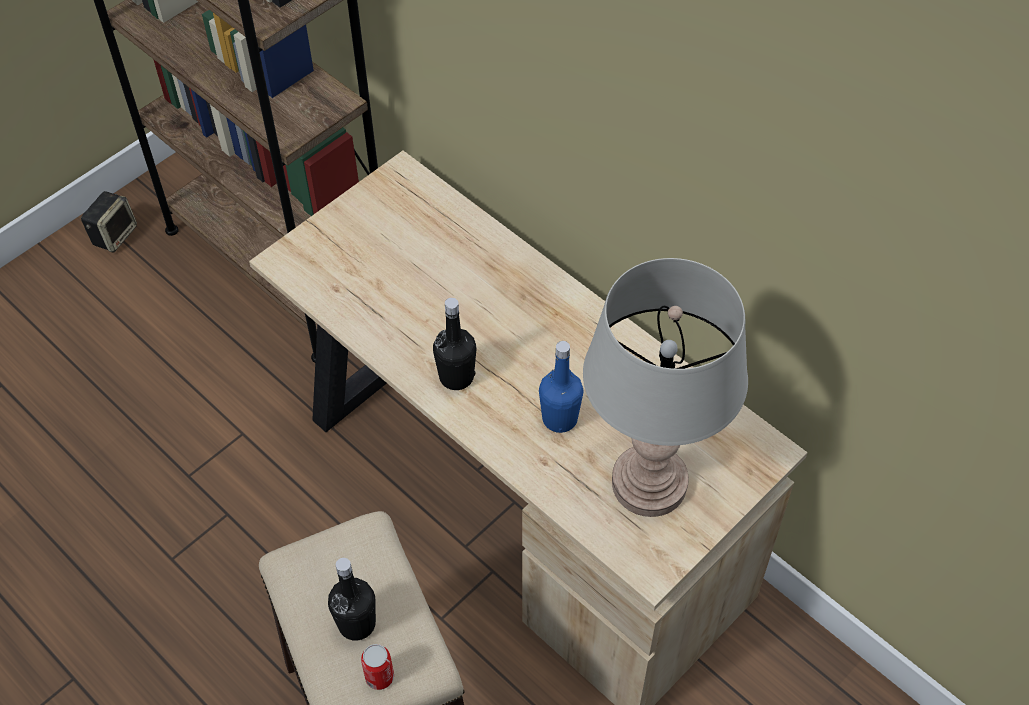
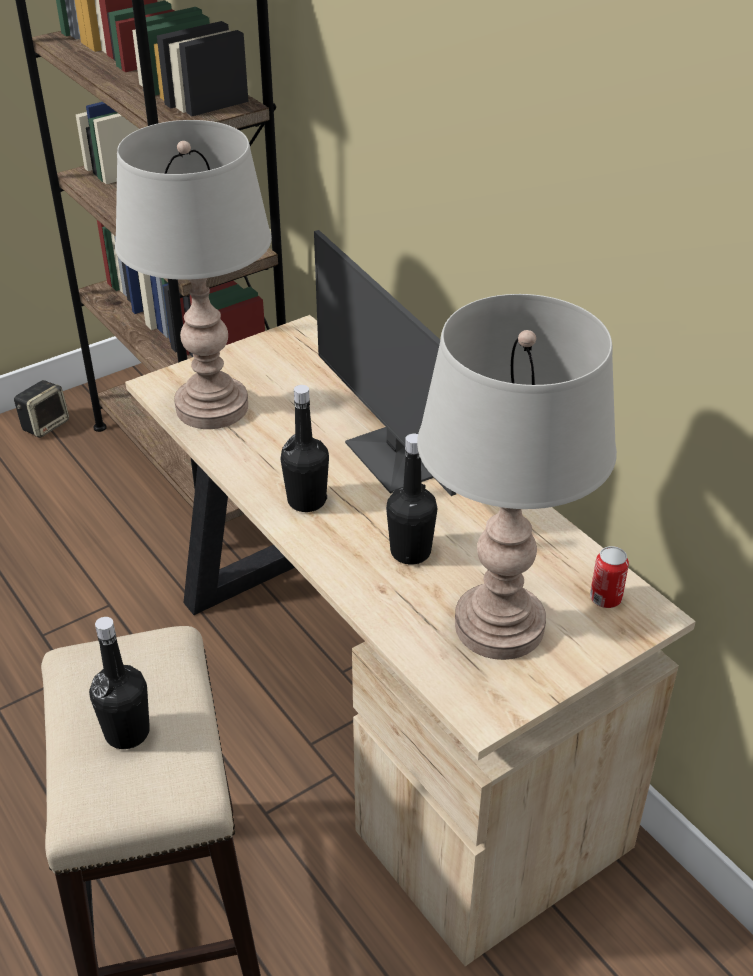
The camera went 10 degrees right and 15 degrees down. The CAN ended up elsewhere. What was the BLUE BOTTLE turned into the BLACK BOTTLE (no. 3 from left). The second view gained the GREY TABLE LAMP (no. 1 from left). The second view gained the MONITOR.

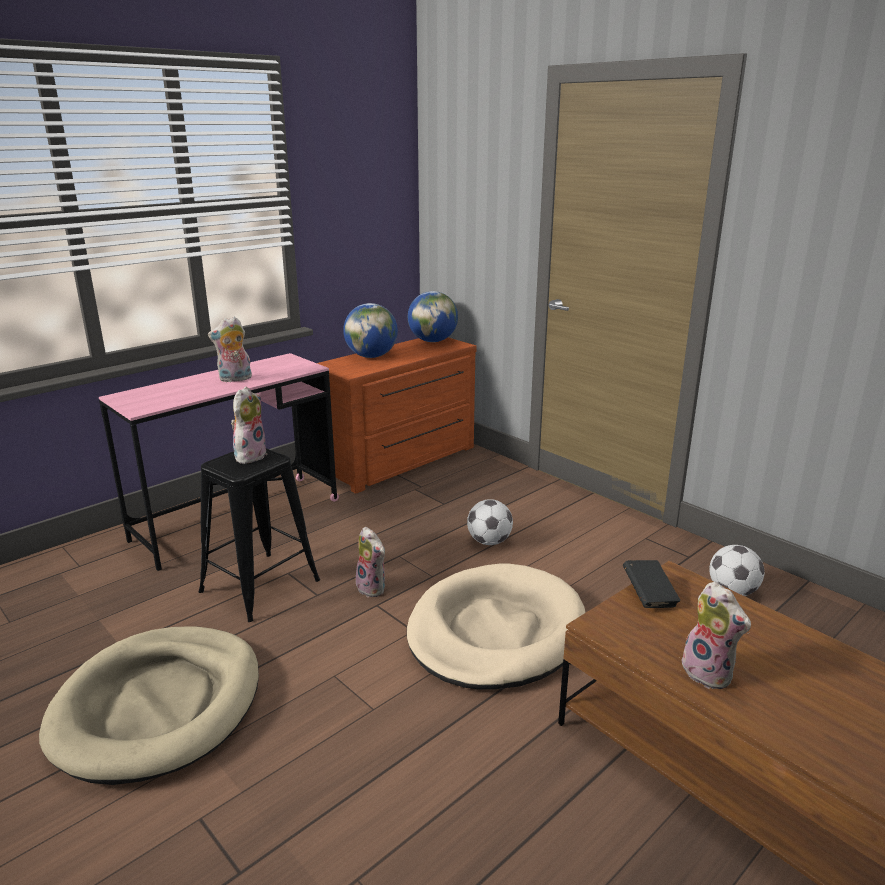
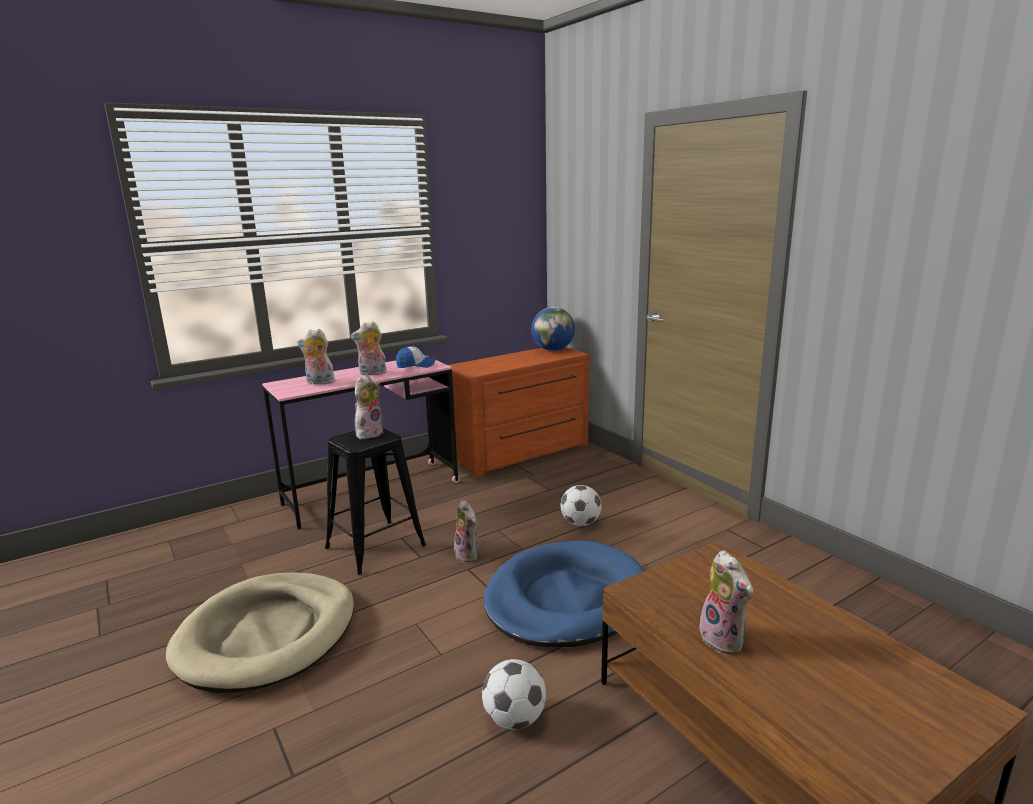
The camera went 10 degrees right and 5 degrees down. The second view lost the GLOBE (no. 1 from left). What was the BEIGE DOG BED (no. 2 from left) turned into the BLUE DOG BED. The second view lost the BLACK BOOK. The FOOTBALL (no. 2 from left in the first image) ended up elsewhere. The second view gained the PLUSH TOY (no. 1 from left). The second view gained the CAP.

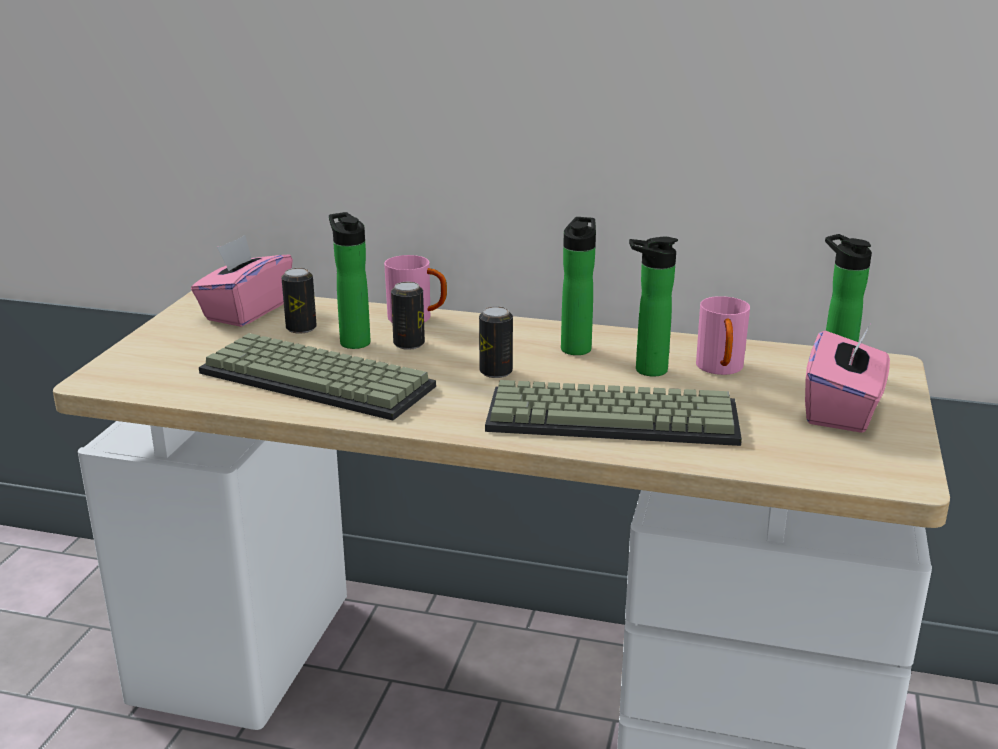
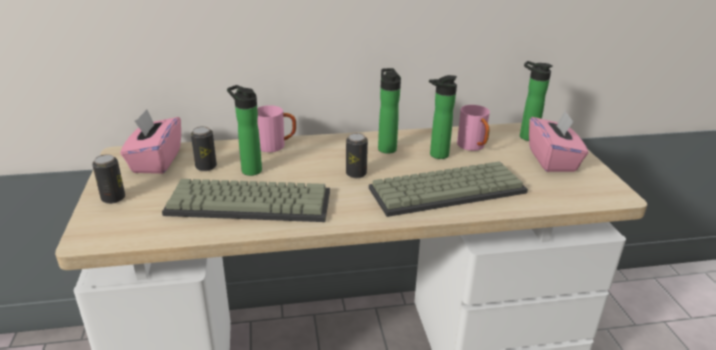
The camera went 25 degrees left and 5 degrees up. The CAN (no. 2 from left in the first image) ended up elsewhere.

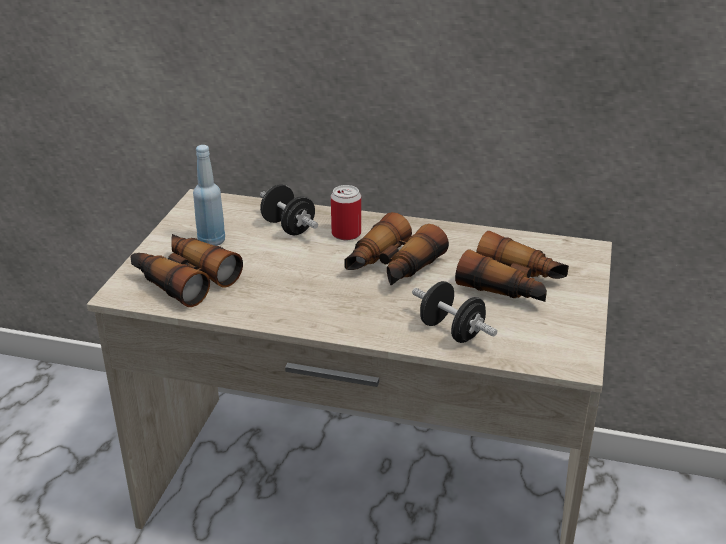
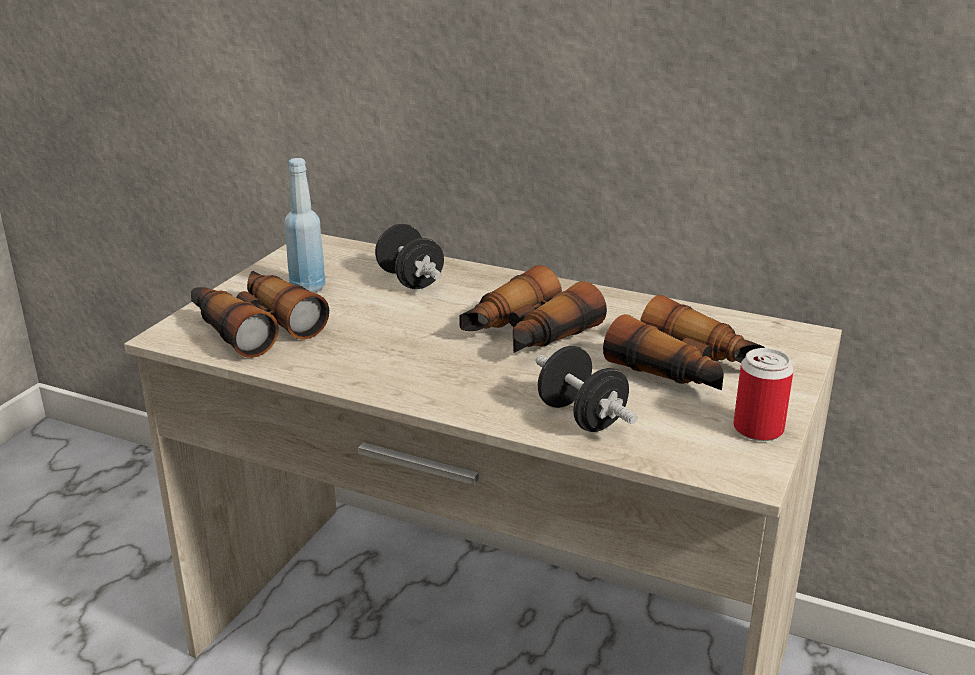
The camera went 10 degrees right and 5 degrees down. The CAN ended up elsewhere.

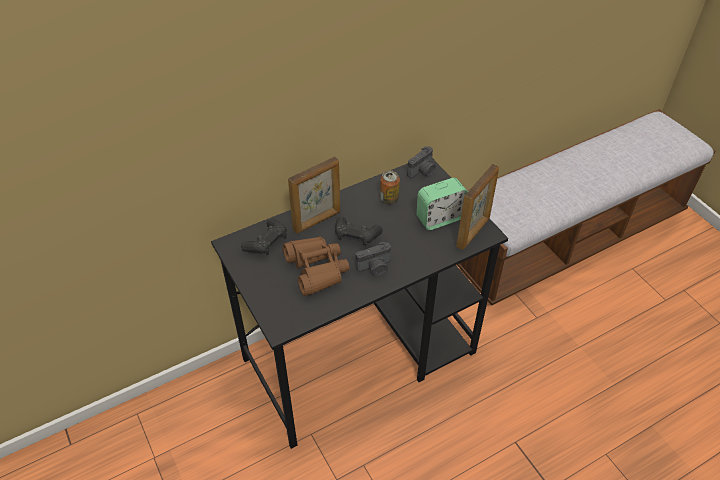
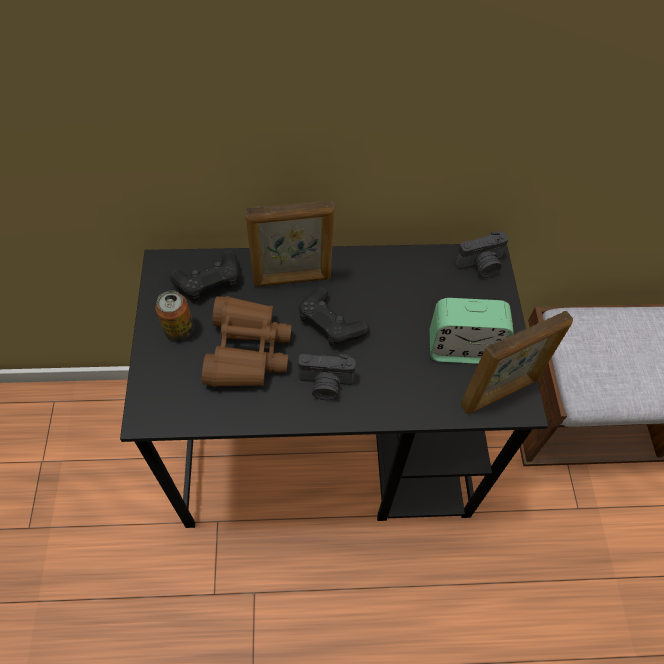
The camera went 25 degrees right and 10 degrees up. The CAN ended up elsewhere.

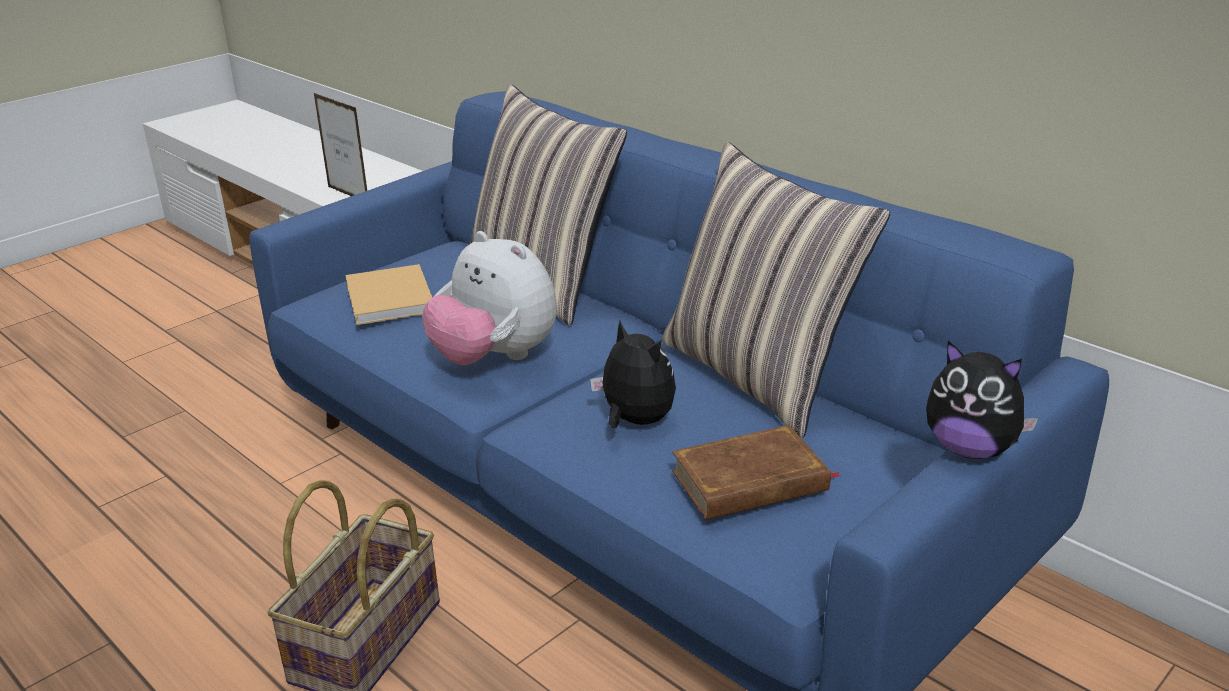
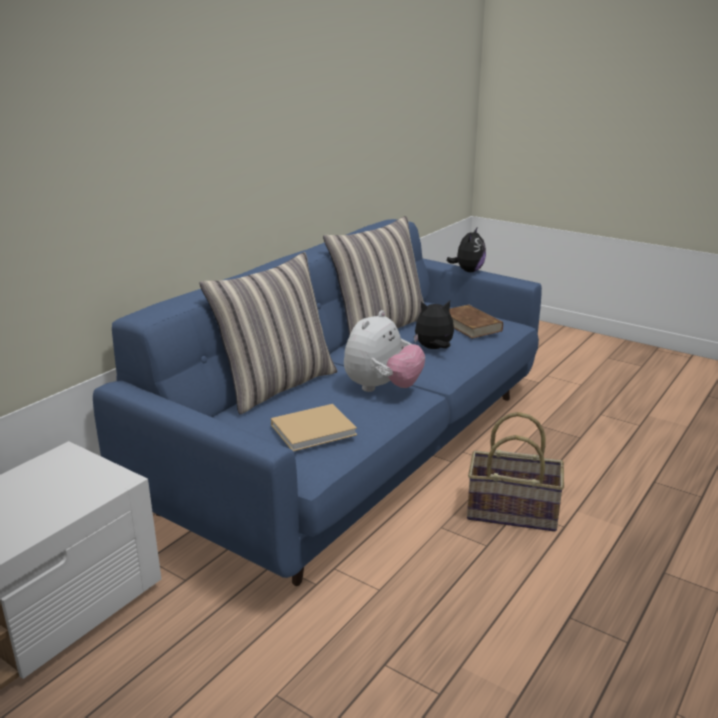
The camera went 100 degrees left and 5 degrees down. The second view lost the PICTURE FRAME. The PLUSH TOY (no. 2 from left) ended up facing another way, 45 degrees clockwise from before.

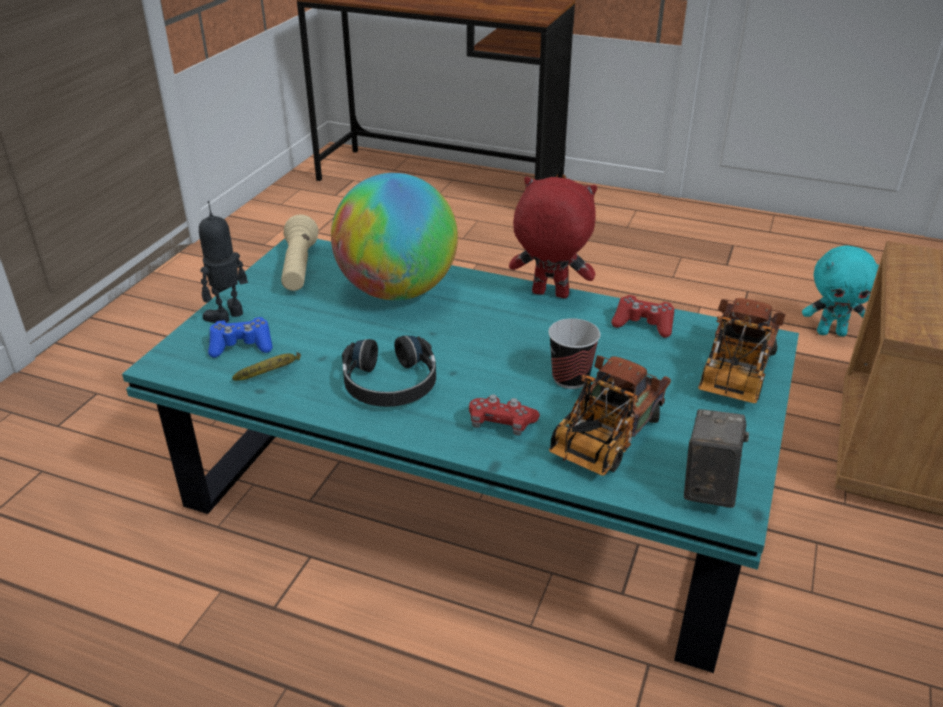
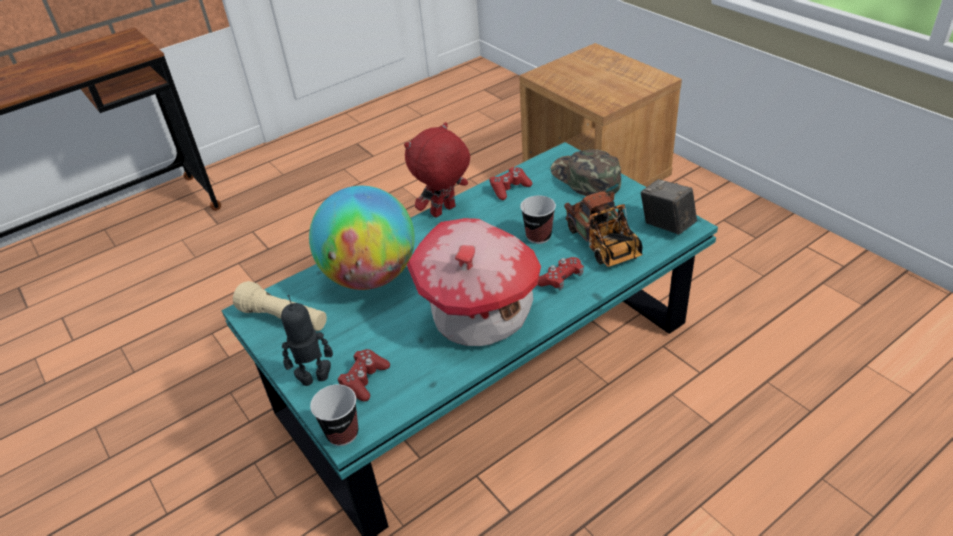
The camera went 55 degrees left and 5 degrees up. The TOY ROBOT ended up facing another way, 90 degrees clockwise from before. What was the BLUE GAME CONTROLLER turned into the RED GAME CONTROLLER (no. 1 from left). The second view lost the BANANA. Where the BLACK HEADPHONES stood, the TOY HOUSE came to stand. Where the TOY TRUCK (no. 2 from left) stood, the GREEN CAP came to stand. The second view lost the TURQUOISE PLUSH TOY. The second view gained the CUP (no. 1 from left).

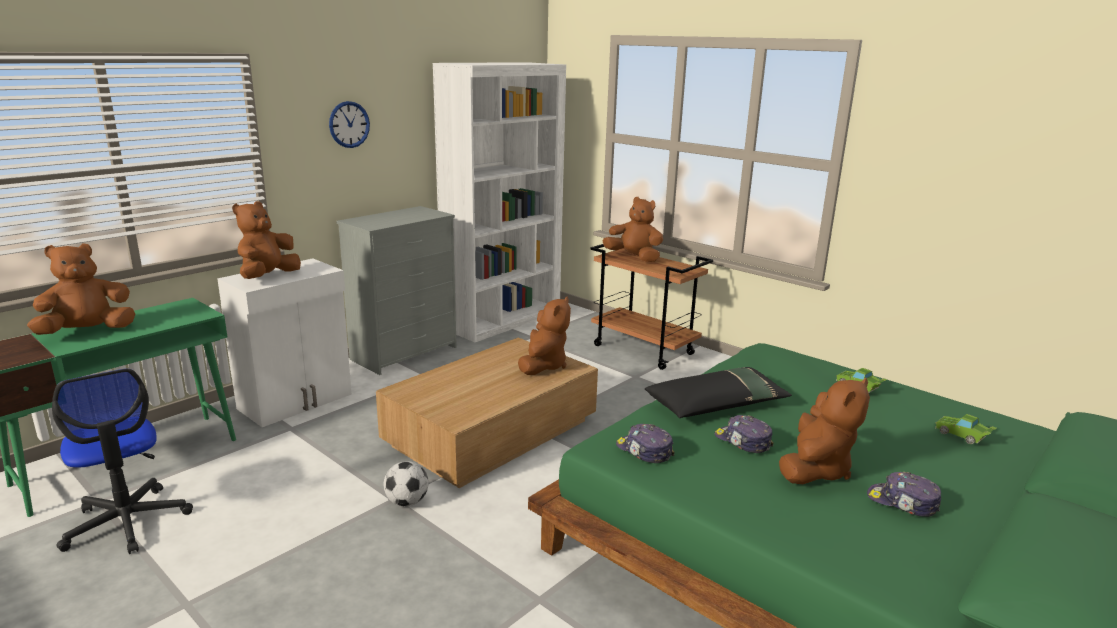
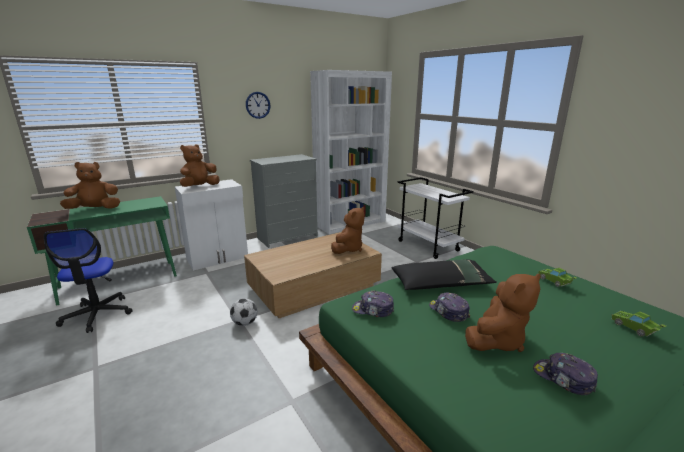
The camera went 15 degrees right and 0 degrees up. What was the BROWN CART turned into the WHITE CART. The second view lost the BROWN PLUSH TOY (no. 4 from left). The CAP (no. 1 from left) ended up facing another way, 45 degrees counterclockwise from before.

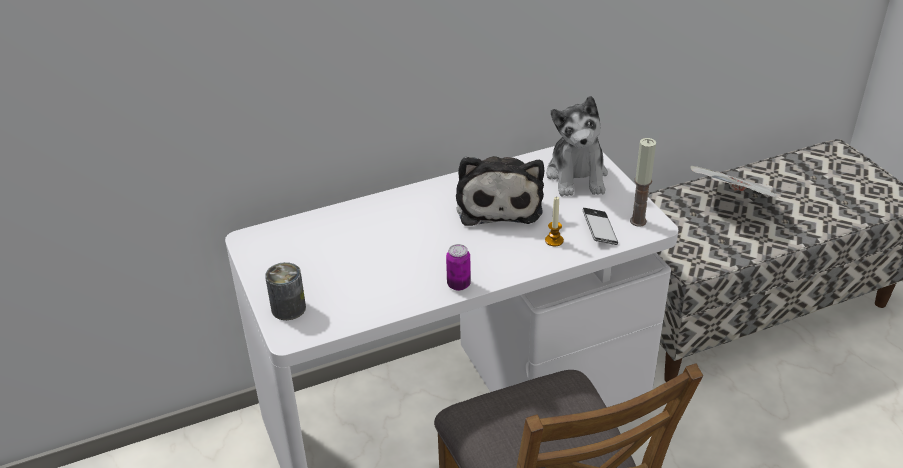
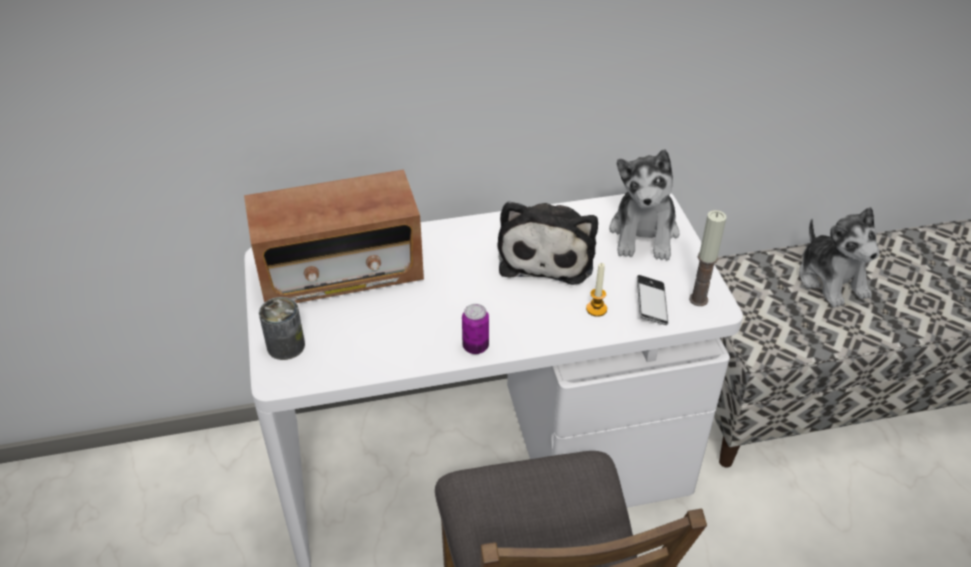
The camera went 10 degrees right and 5 degrees up. Where the NEWSPAPER stood, the PLUSH TOY (no. 3 from left) came to stand. The second view gained the RADIO.

